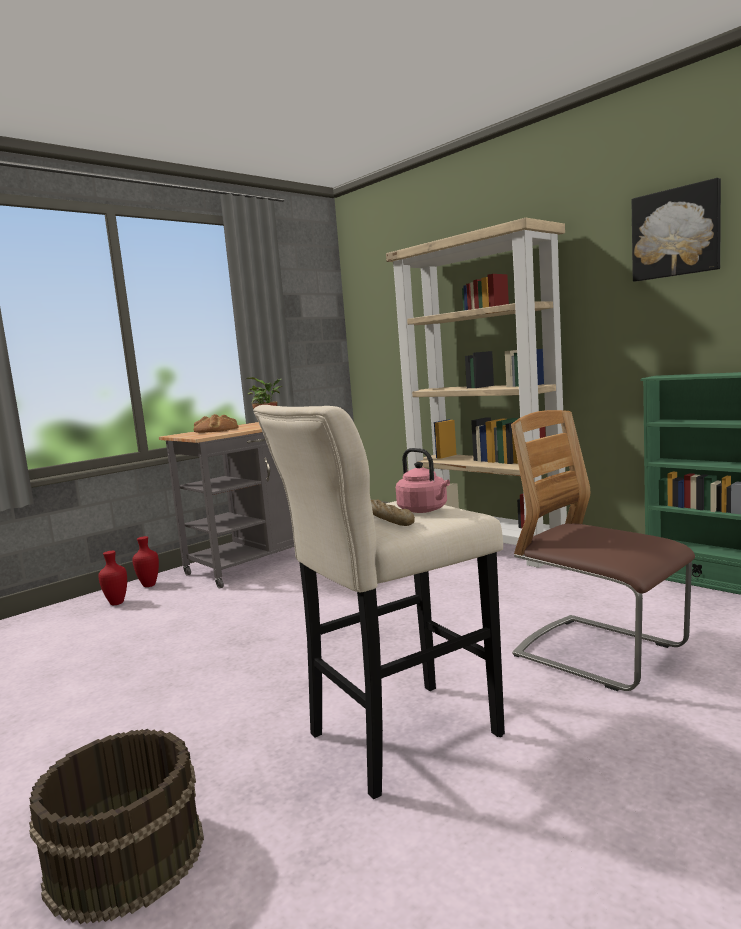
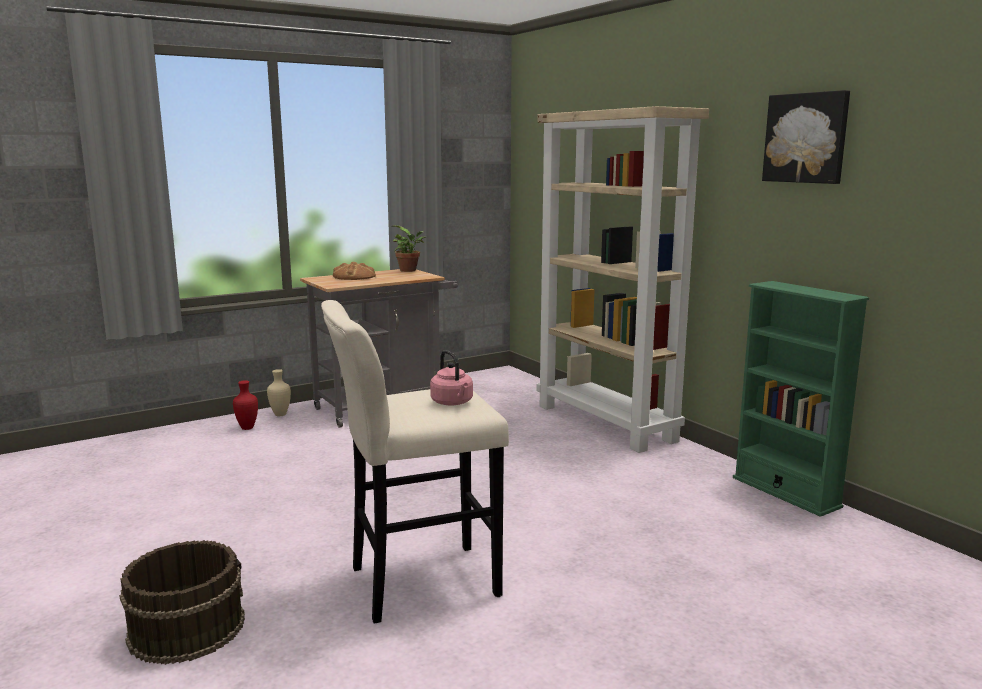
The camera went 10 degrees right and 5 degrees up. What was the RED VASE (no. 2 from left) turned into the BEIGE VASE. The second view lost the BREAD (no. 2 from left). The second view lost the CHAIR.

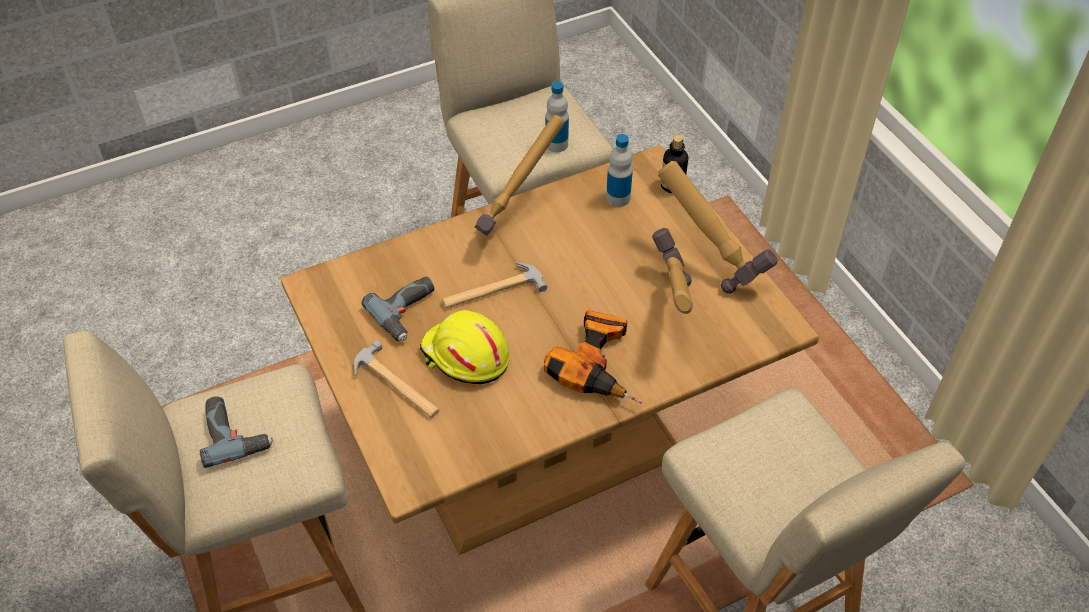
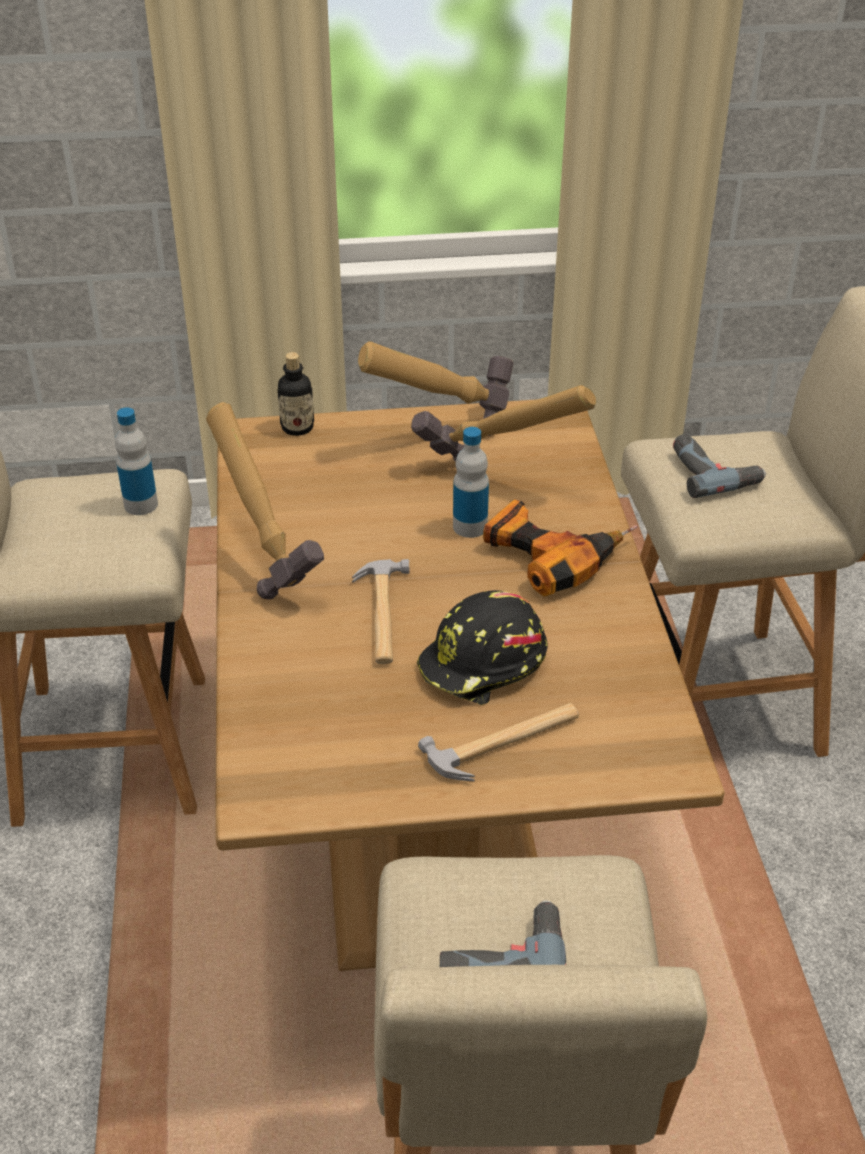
The camera went 70 degrees left and 10 degrees down. The POWER DRILL (no. 2 from left in the first image) ended up elsewhere. What was the YELLOW HARD HAT turned into the BLACK HARD HAT. The BOTTLE (no. 2 from left in the first image) ended up elsewhere.

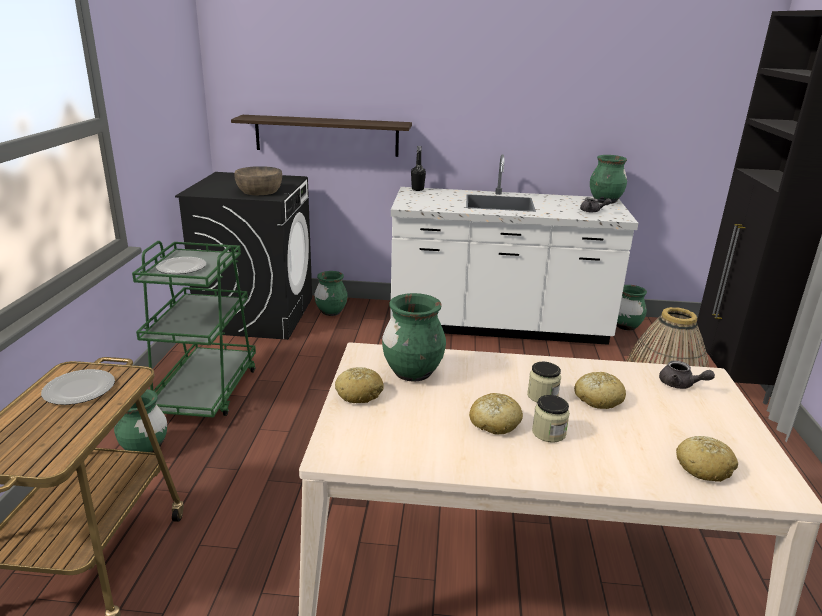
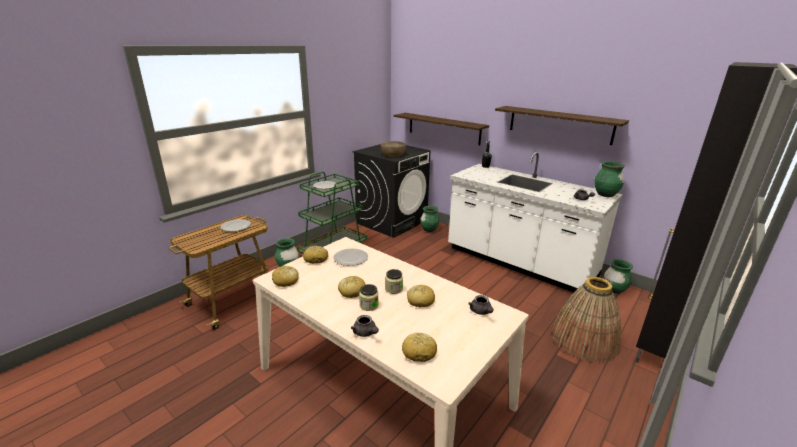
The camera went 35 degrees right and 0 degrees up. Where the GREEN VASE (no. 3 from left) stood, the PLATE (no. 3 from left) came to stand. The second view gained the BREAD (no. 1 from left). The second view gained the GREY TEAPOT (no. 1 from left). The second view gained the SHELF (no. 2 from left).

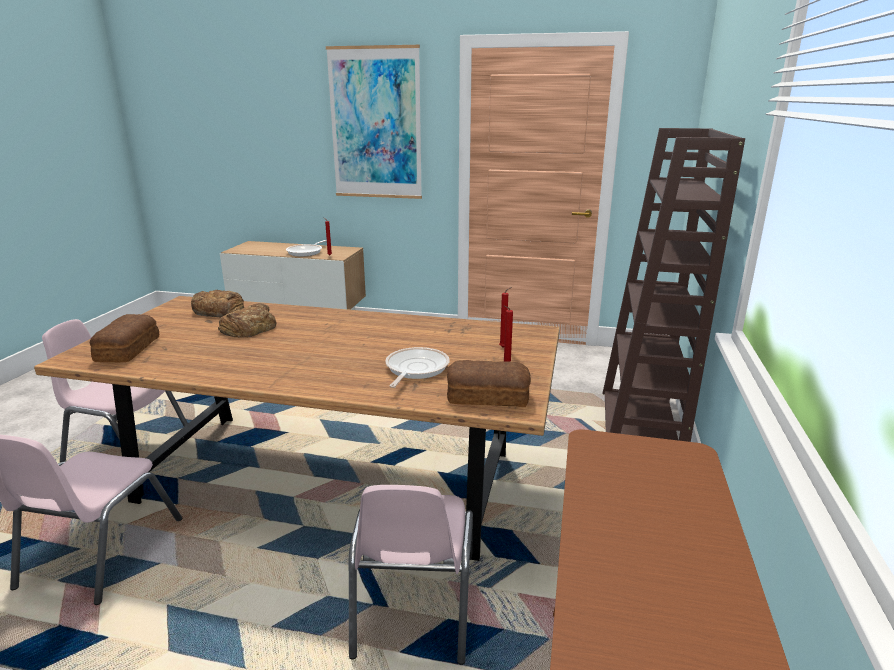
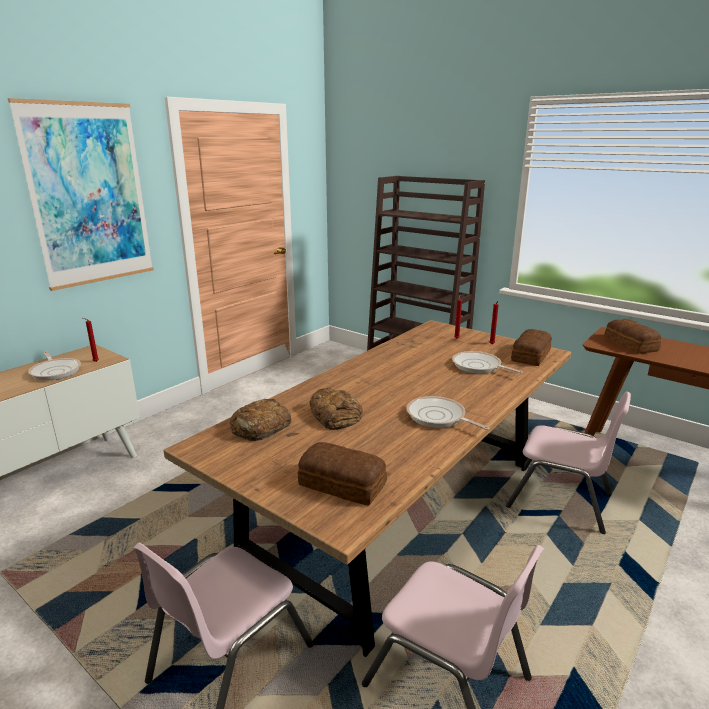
The camera went 65 degrees left and 0 degrees up. The second view gained the FRYING PAN (no. 2 from left). The second view gained the BREAD (no. 5 from left).

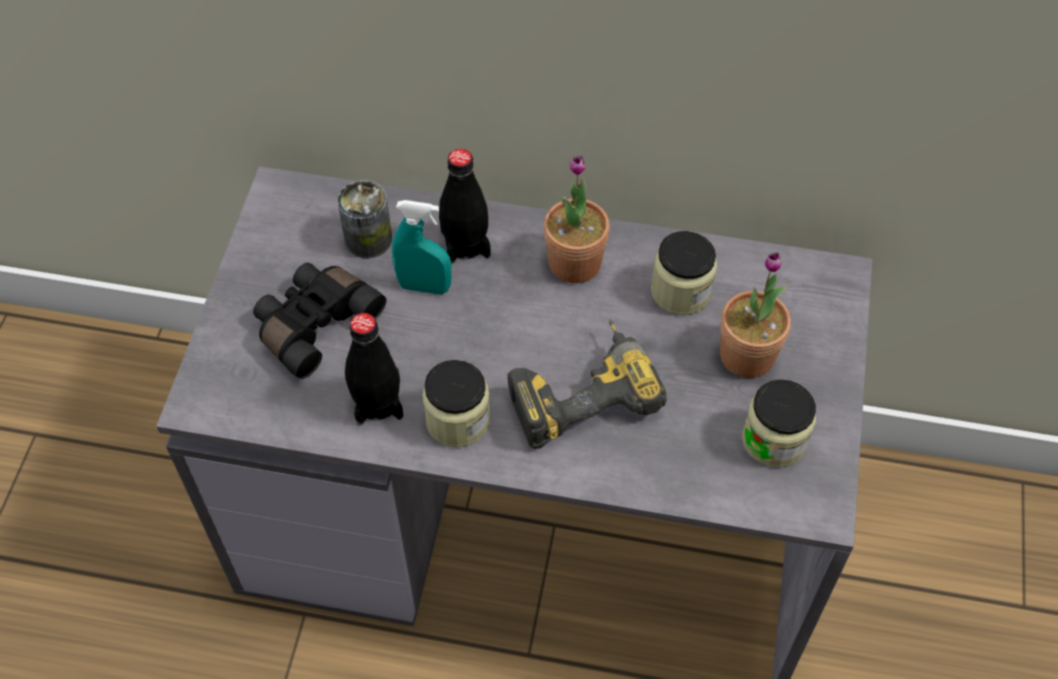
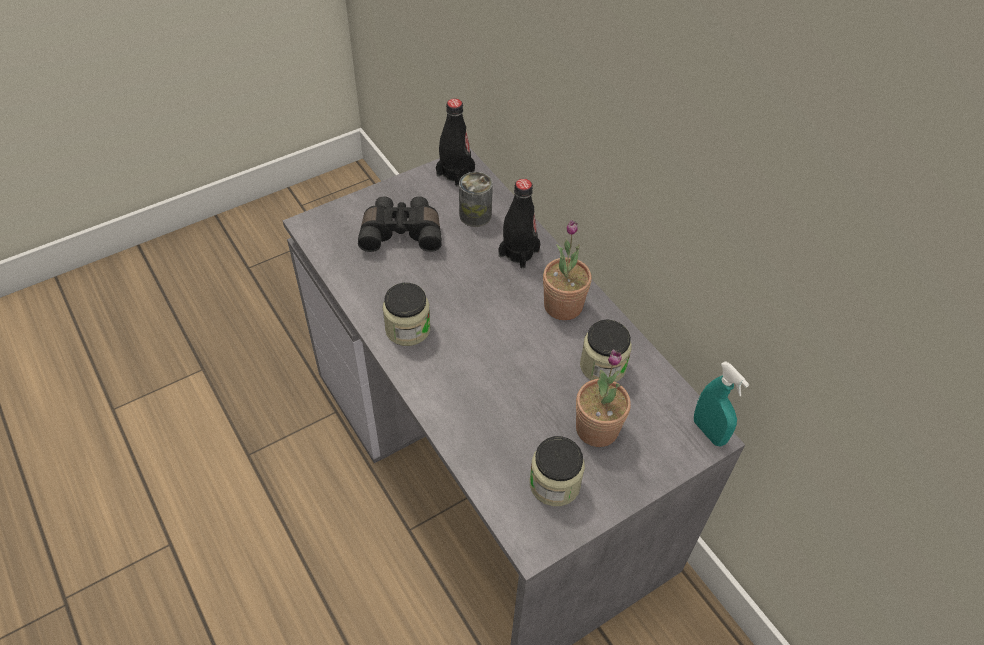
The camera went 45 degrees right and 5 degrees down. The BLACK BOTTLE (no. 1 from left) ended up elsewhere. The TURQUOISE SPRAY BOTTLE ended up elsewhere. The second view lost the POWER DRILL.

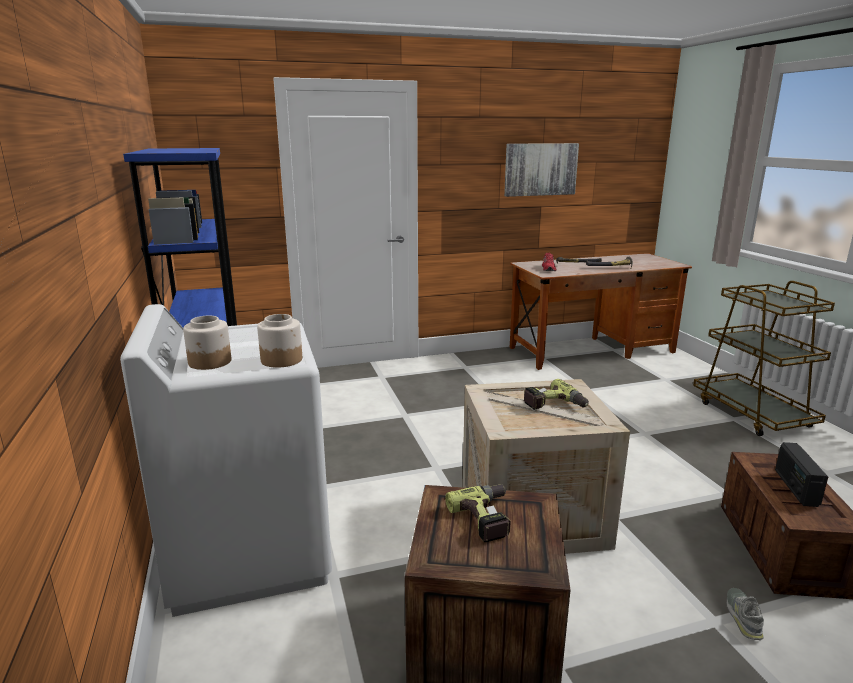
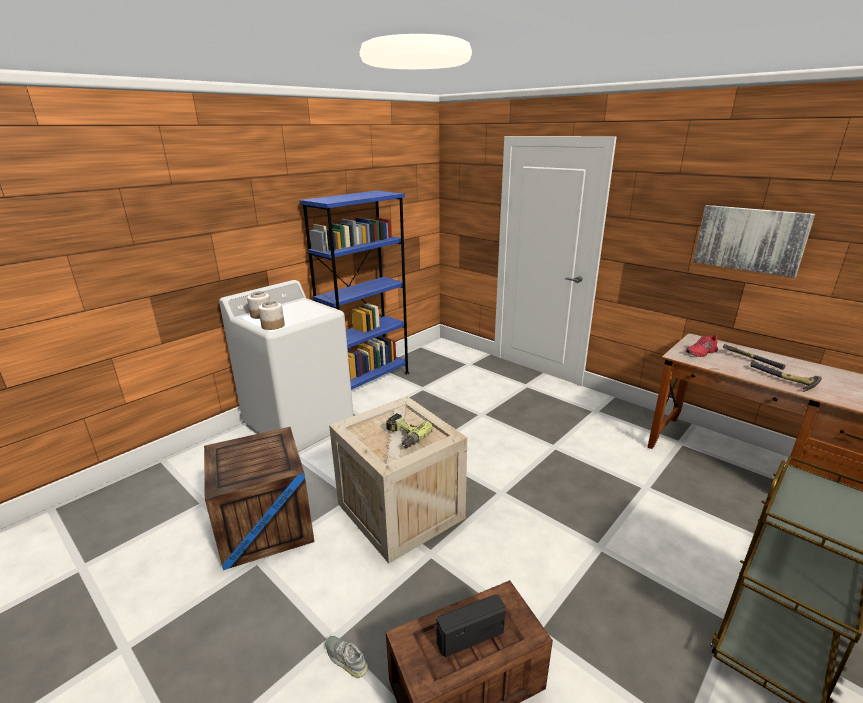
The camera went 60 degrees right and 5 degrees up. The second view lost the POWER DRILL (no. 1 from left). The GREY SHOE ended up facing another way, 120 degrees counterclockwise from before.

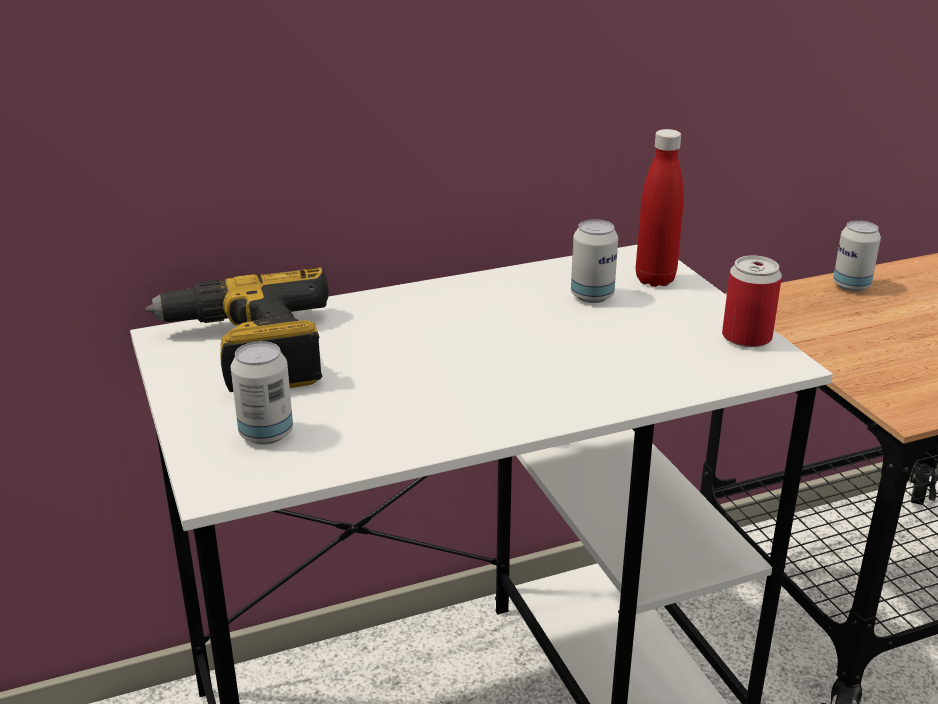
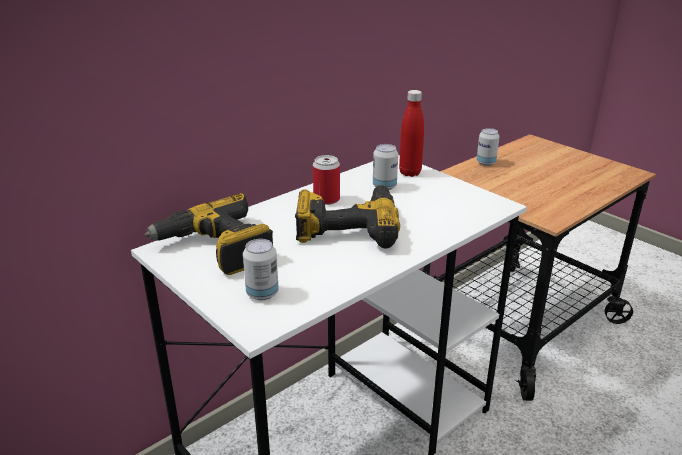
The camera went 20 degrees left and 0 degrees up. The CAN (no. 3 from left in the first image) ended up elsewhere. The second view gained the POWER DRILL (no. 2 from left).

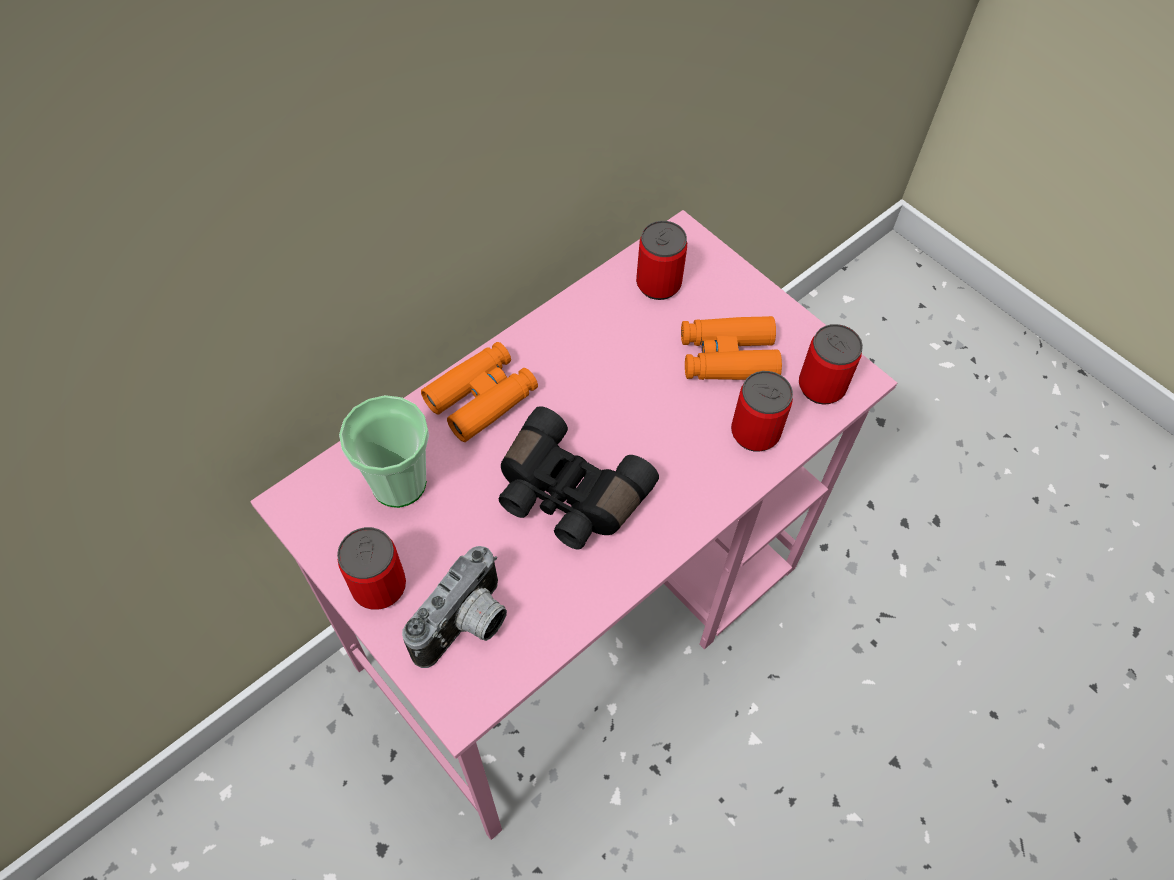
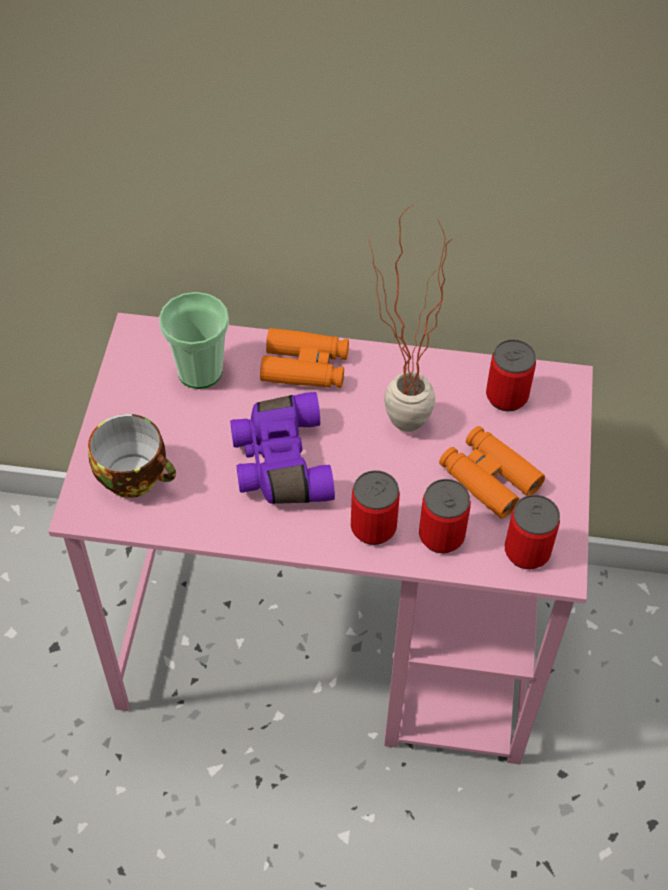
The camera went 50 degrees right and 5 degrees down. The CAN (no. 1 from left) ended up elsewhere. Where the PHOTO CAMERA stood, the CUP (no. 1 from left) came to stand. What was the BLACK BINOCULARS turned into the PURPLE BINOCULARS. The second view gained the POTTED PLANT.

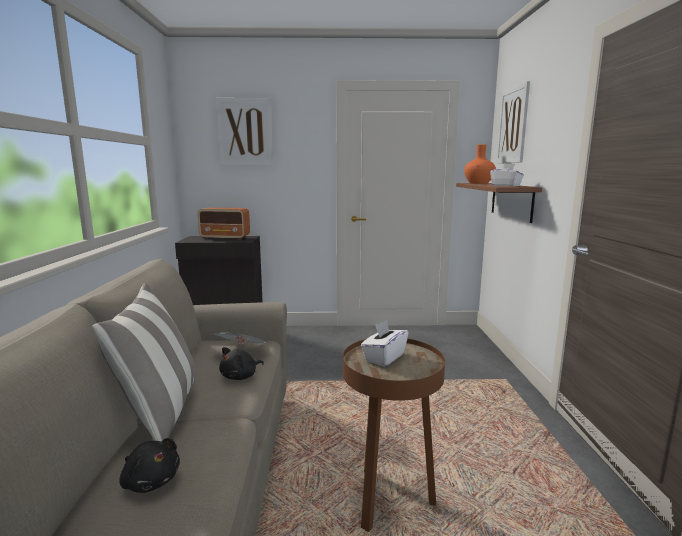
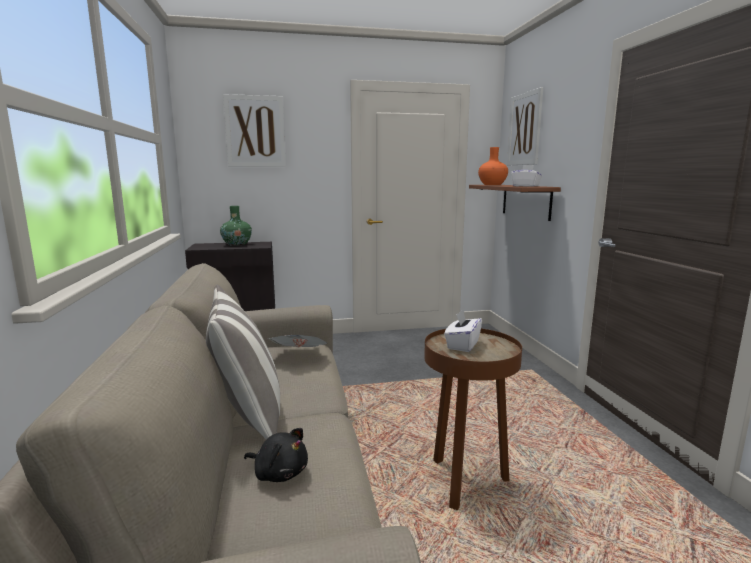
The camera went 10 degrees left and 0 degrees up. Where the RADIO stood, the GREEN VASE came to stand. The second view lost the BLACK PLUSH TOY (no. 2 from left).

